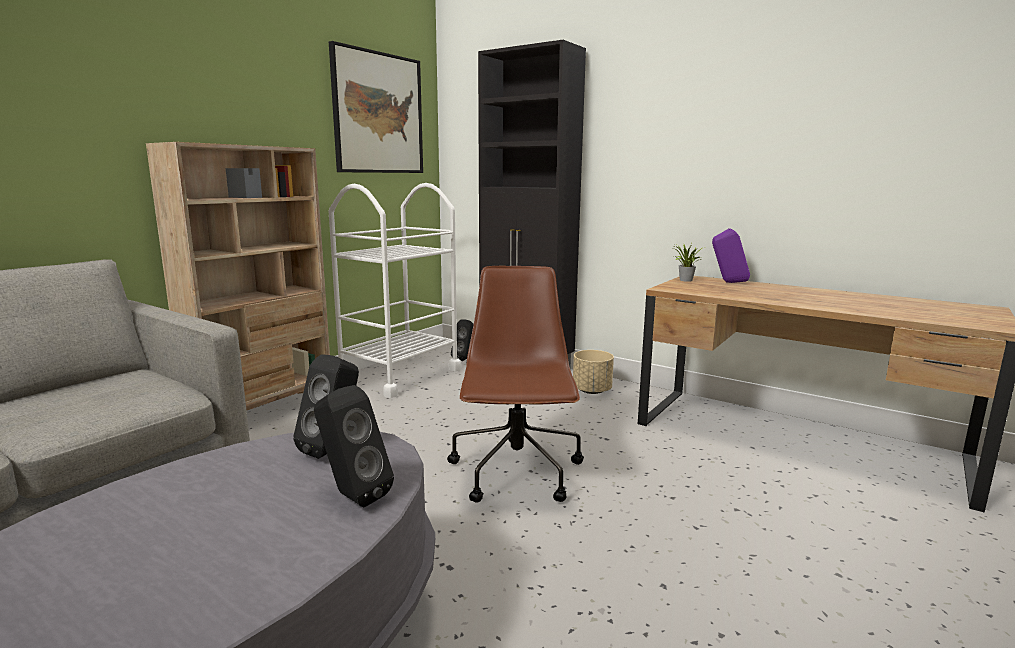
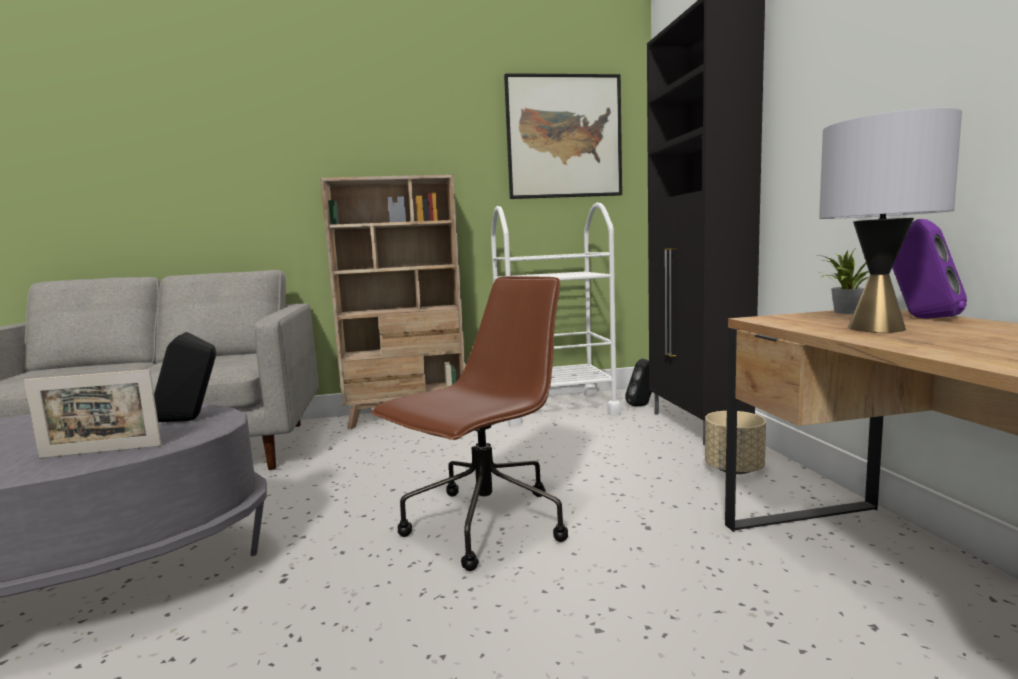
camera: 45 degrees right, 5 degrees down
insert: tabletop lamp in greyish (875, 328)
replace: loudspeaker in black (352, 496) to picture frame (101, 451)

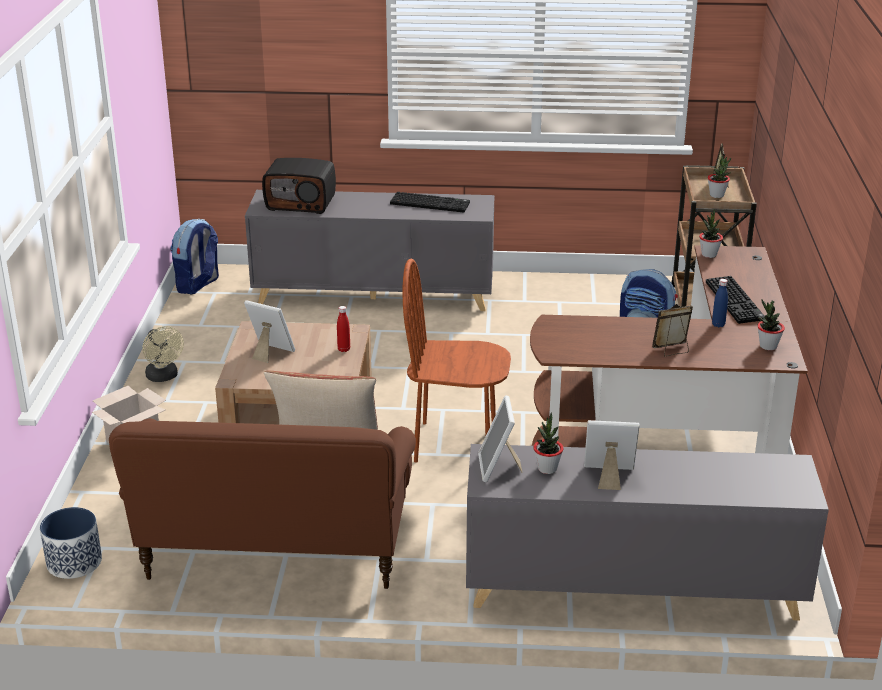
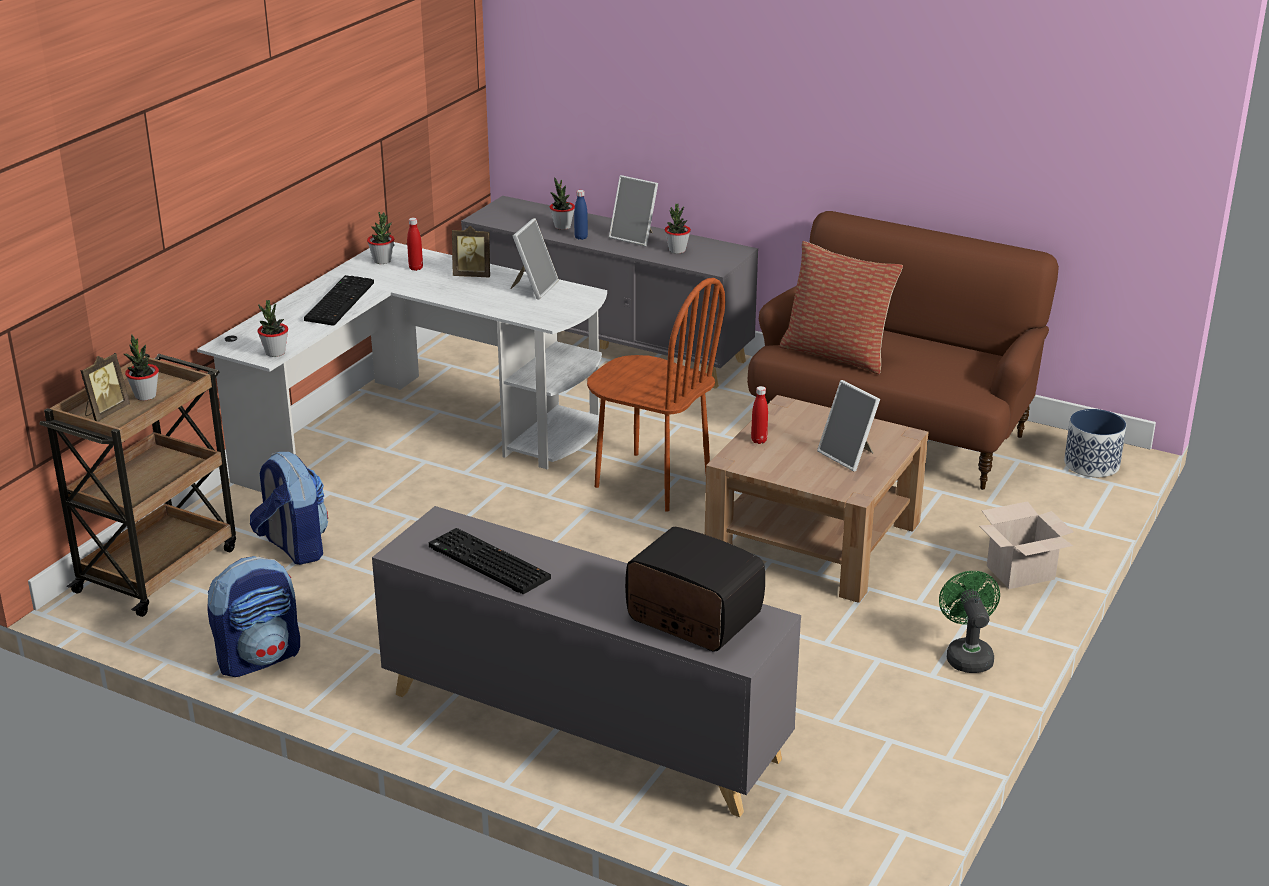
camera: 155 degrees left, 0 degrees up
insert: drink bottle in reddish (416, 268); potted plant (562, 226)
move: backpack (198, 285) to (259, 658); picture frame (499, 468) to (534, 288); drink bottle in blue (718, 324) to (581, 237)
recolor: fan in beige-coloured (164, 377) to fan in greenish (967, 655); desk unit in brown (681, 438) to desk unit in white (418, 432)

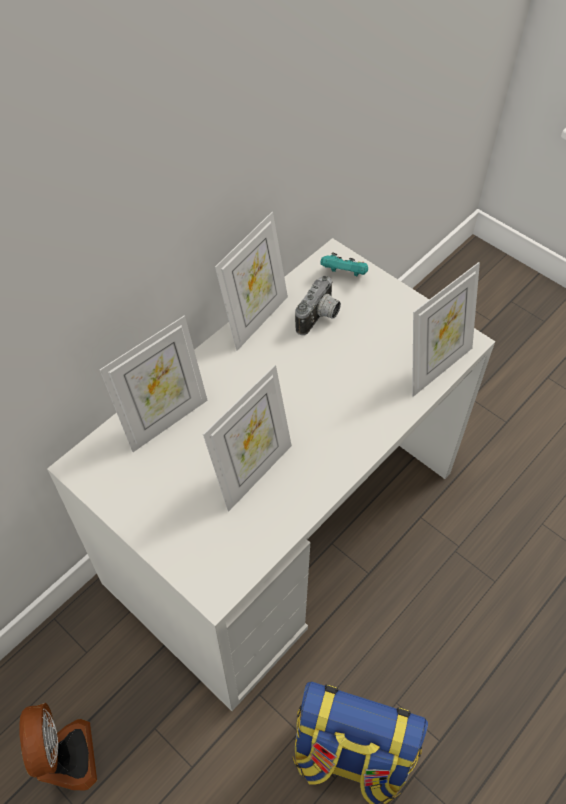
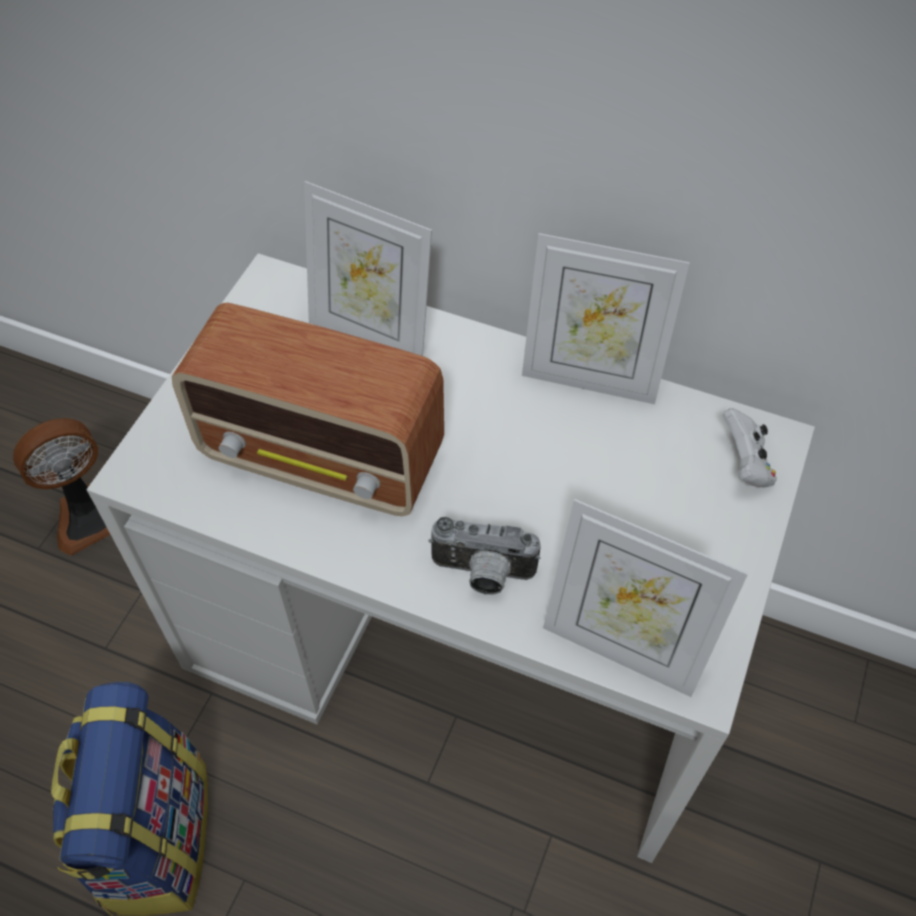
camera: 70 degrees right, 0 degrees up
move: still camera (320, 317) to (482, 574)
replace: picture frame (253, 472) to radio (324, 458)
recolor: joypad in turquoise (344, 274) to joypad in white (745, 464)

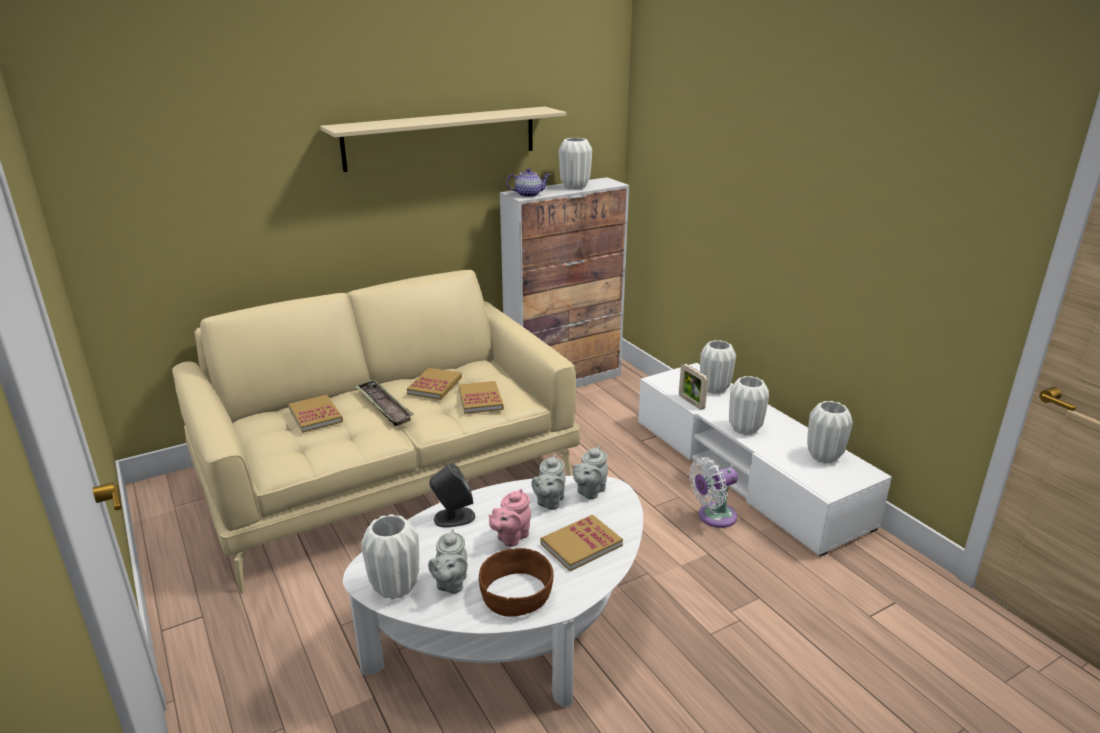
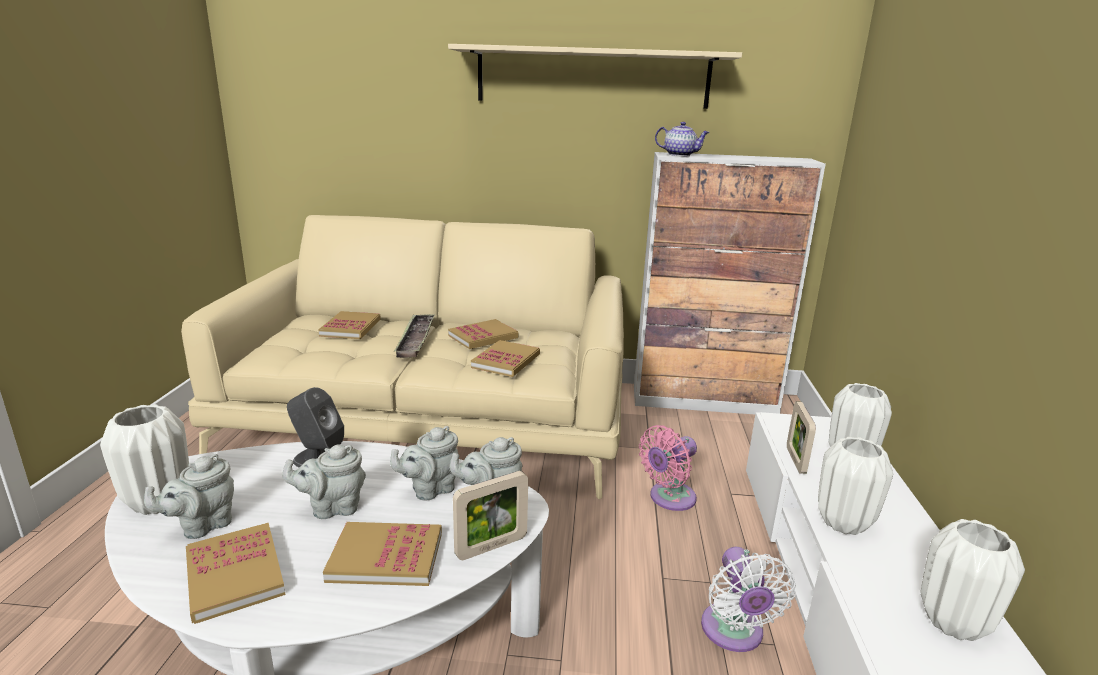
camera: 35 degrees right, 5 degrees down
delete: decorative vase in white (575, 187)
insert: picture frame (491, 547); fan in pinkish (669, 498)
replace: bowl in brown (516, 593) to bound book (234, 574)
recolor: tea pot in pinkish (511, 537) to tea pot in greyish (332, 508)
rotate: fan in white (713, 517) = (734, 633) 105 degrees counterclockwise

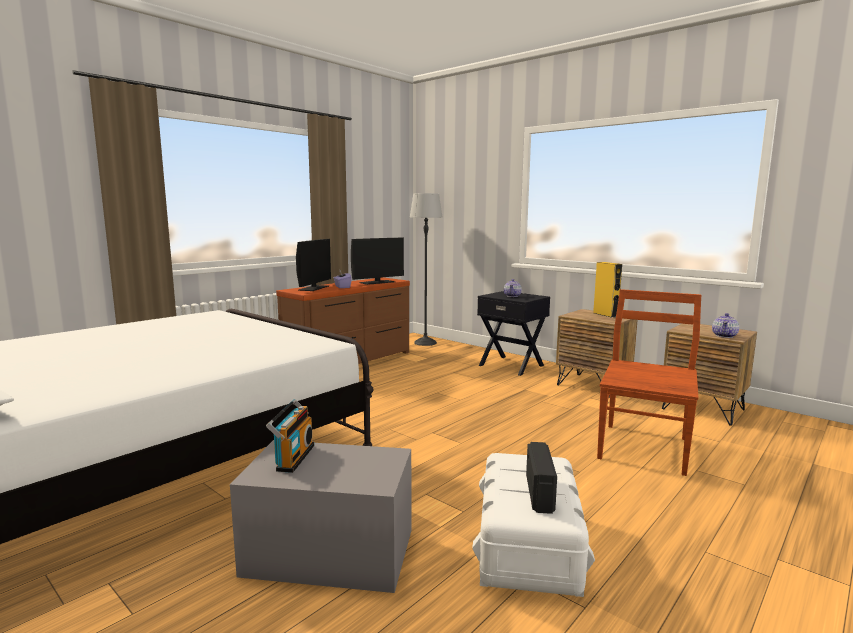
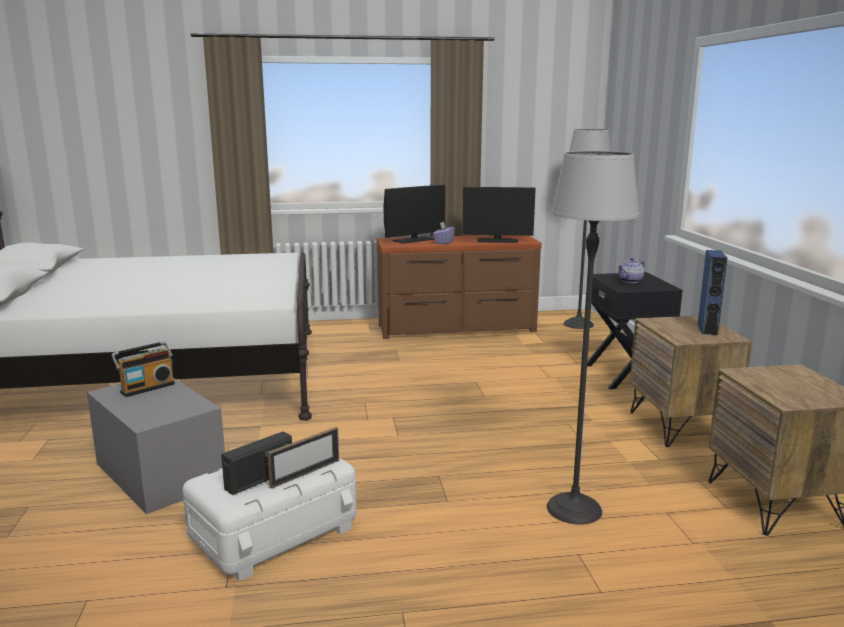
camera: 40 degrees right, 5 degrees up
delete: tea pot (724, 336)
insert: picture frame (305, 473)
replace: chair in brown (644, 447) to floor lamp (574, 509)
recolor: loudspeaker in yellow (605, 314) to loudspeaker in blue (707, 329)

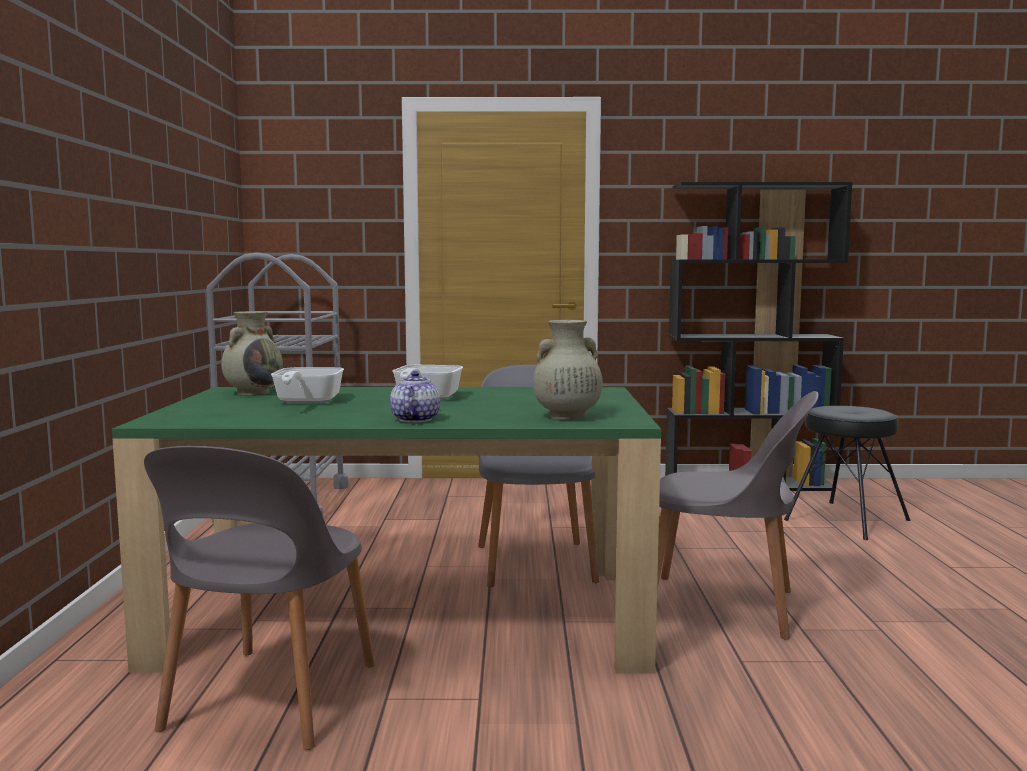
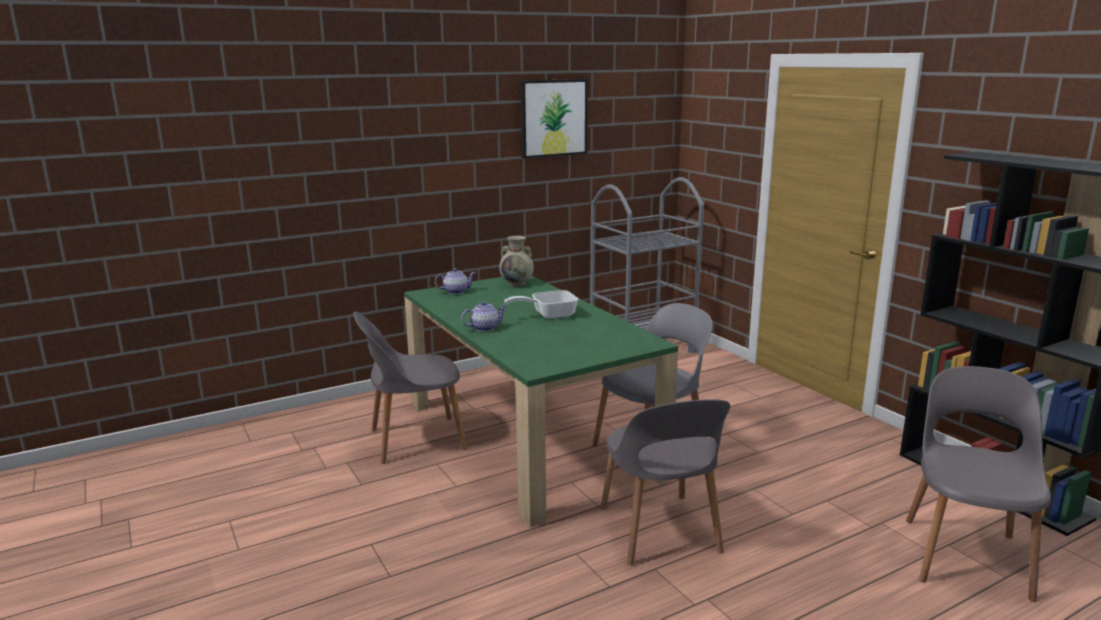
camera: 60 degrees right, 10 degrees up
delete: skillet (305, 402); decorative vase in beige-coloured (566, 417)
insert: tea pot (455, 291); wall art (553, 118)
replace: stool seat in black (845, 519) to chair in greyish (966, 555)

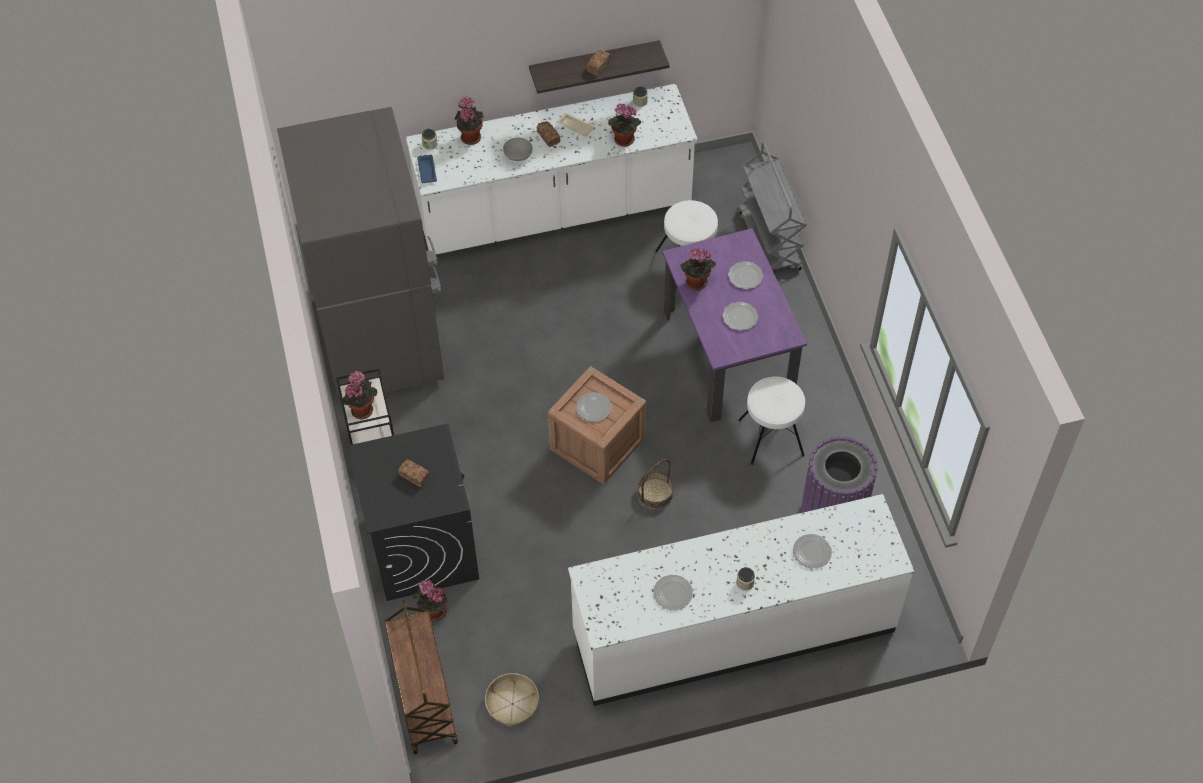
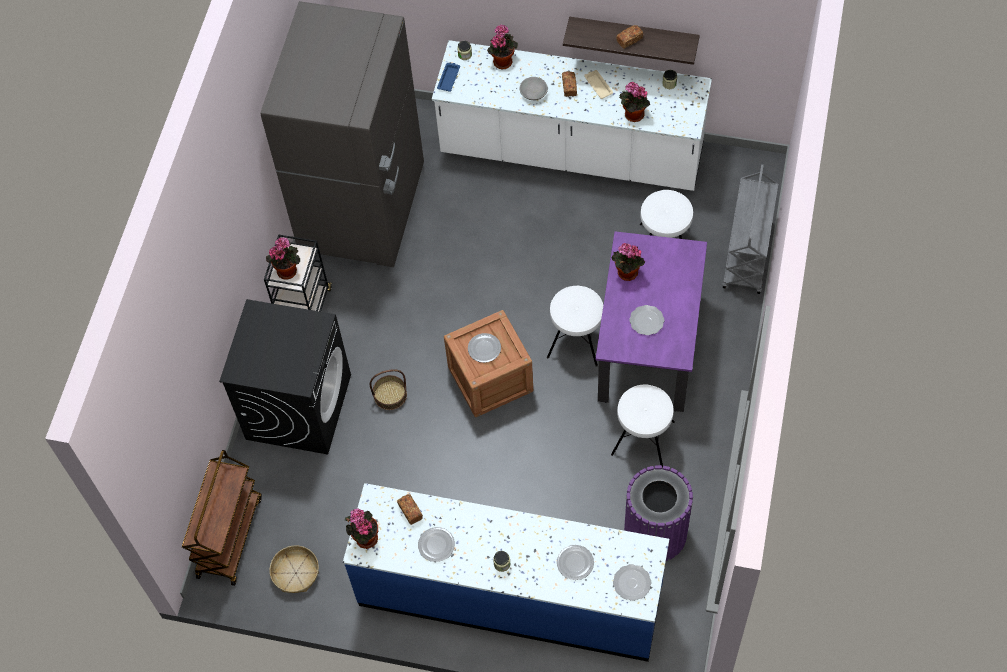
camera: 30 degrees right, 5 degrees up
insert: stool seat in white (576, 339)
move: baked bread (414, 476) to (410, 511); potted plant (433, 611) to (365, 537); household basket (655, 493) to (390, 395); flat dish (746, 276) to (632, 583)
recolor: kitchen counter in white (733, 631) to kitchen counter in blue (510, 595)

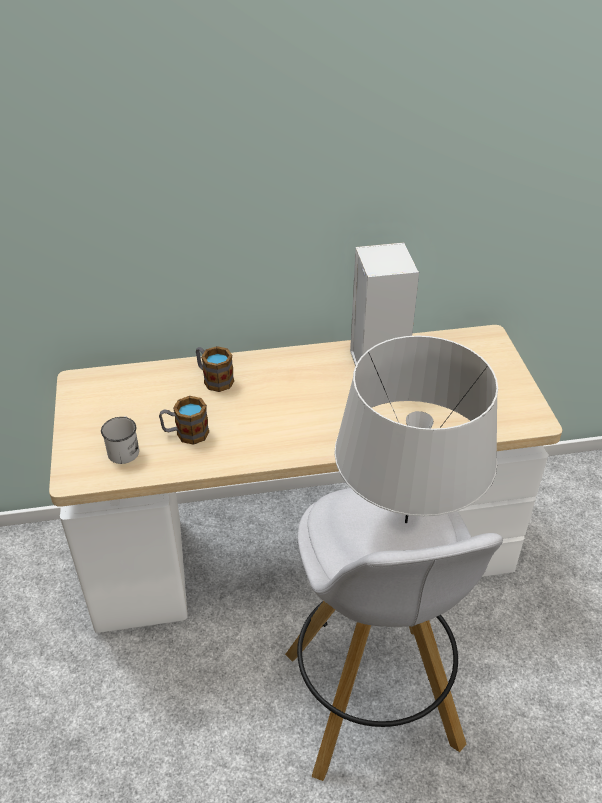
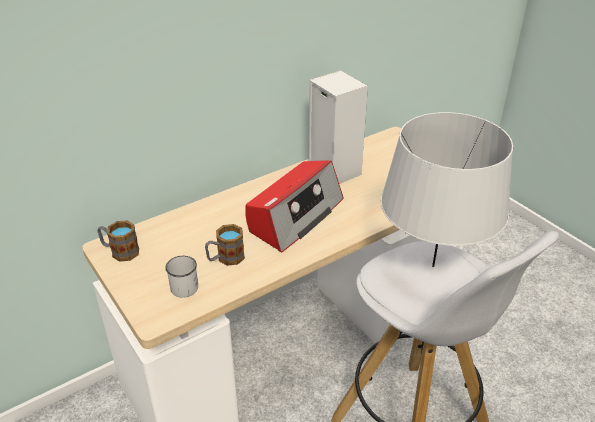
camera: 25 degrees left, 5 degrees down
insert: radio (294, 216)
move: mug (214, 379) to (120, 251)

